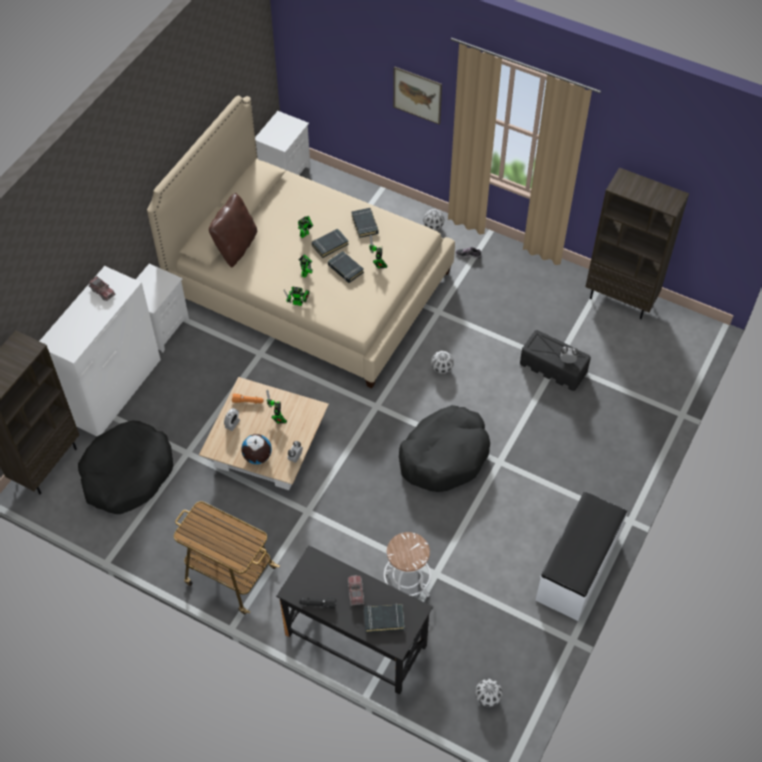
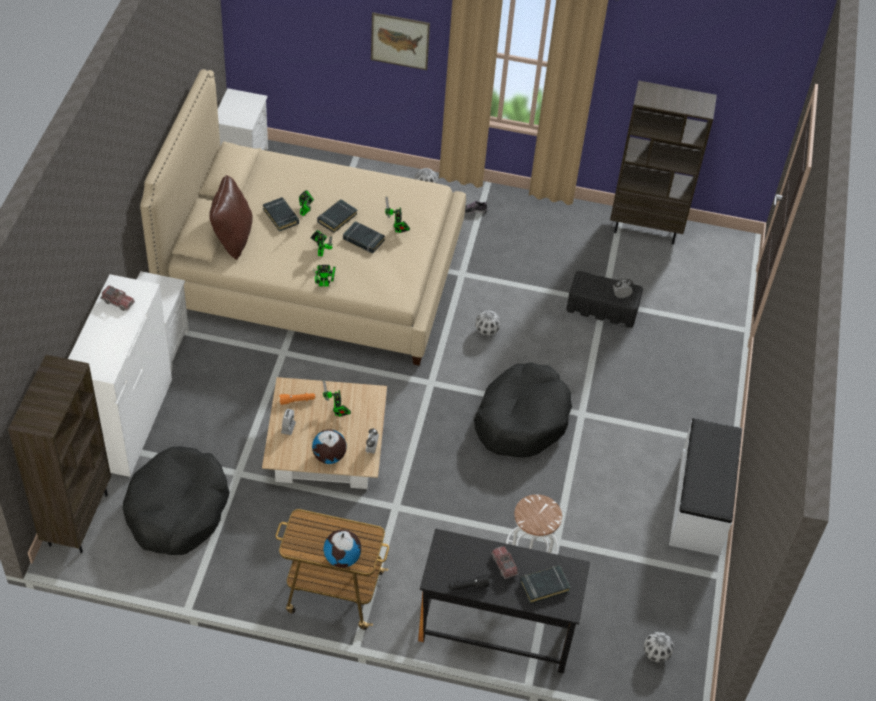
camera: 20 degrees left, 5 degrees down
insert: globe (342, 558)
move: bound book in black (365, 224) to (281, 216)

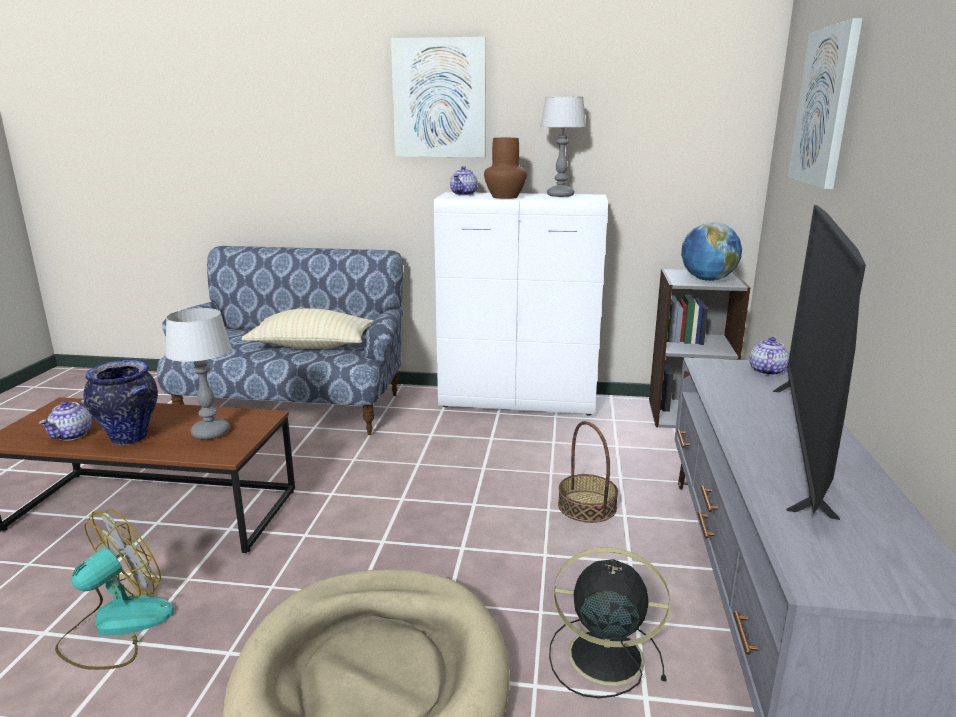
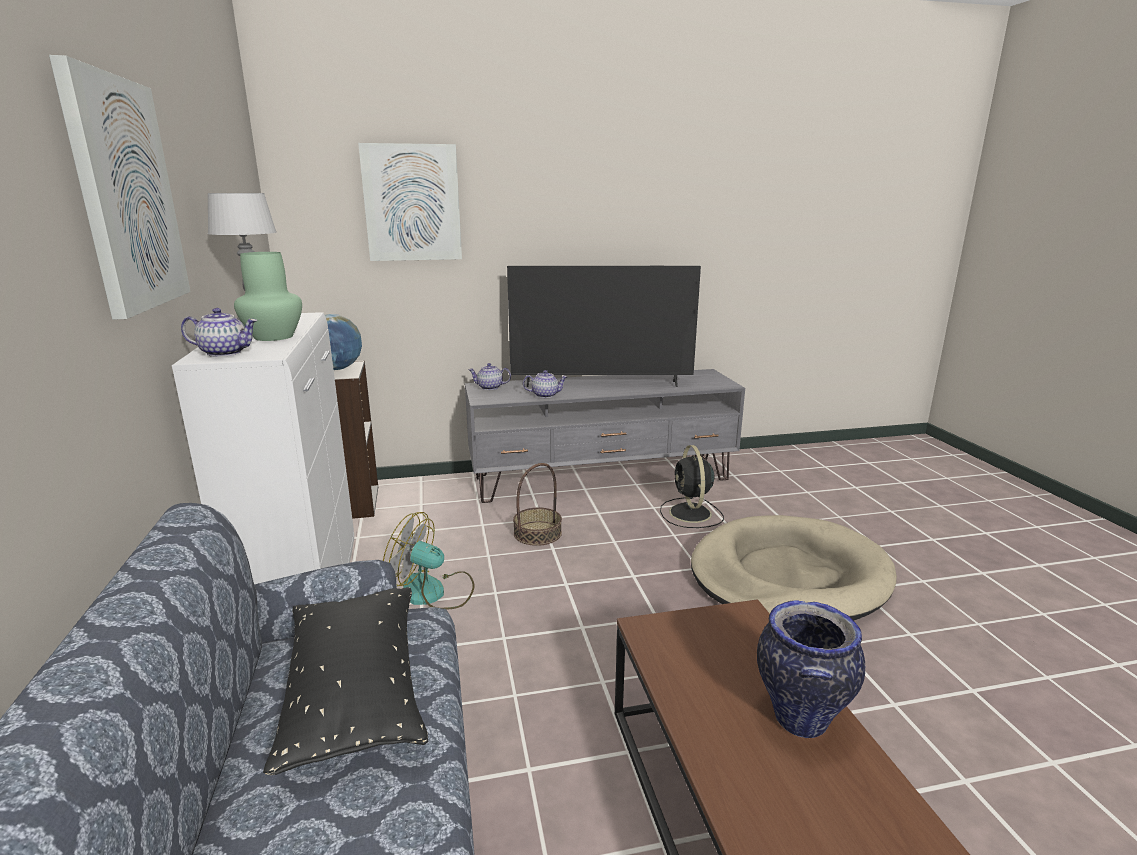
camera: 110 degrees left, 0 degrees up
delete: tabletop lamp (210, 433)
move: tea pot (72, 435) to (545, 395); fan (116, 627) to (433, 592)
recolor: cushion in beige-coloured (312, 346) to cushion in black (355, 693); decorative vase in brown (505, 197) to decorative vase in greenish (274, 337)

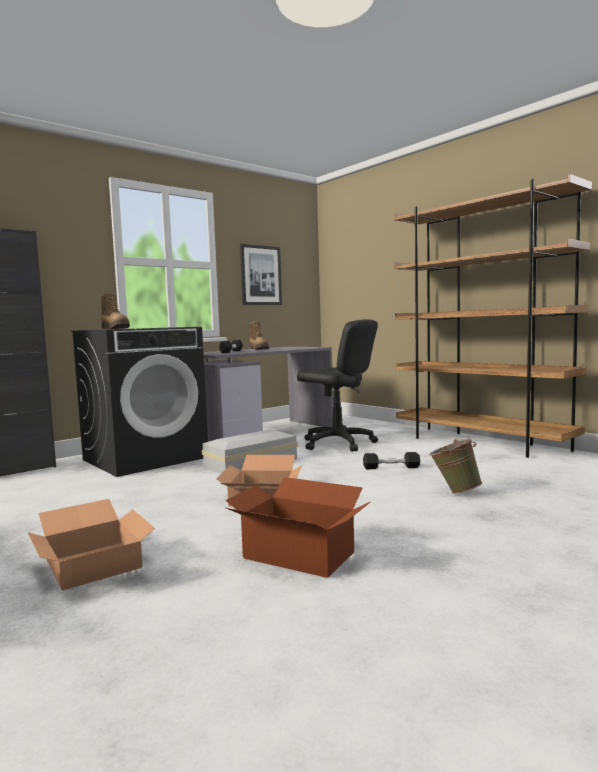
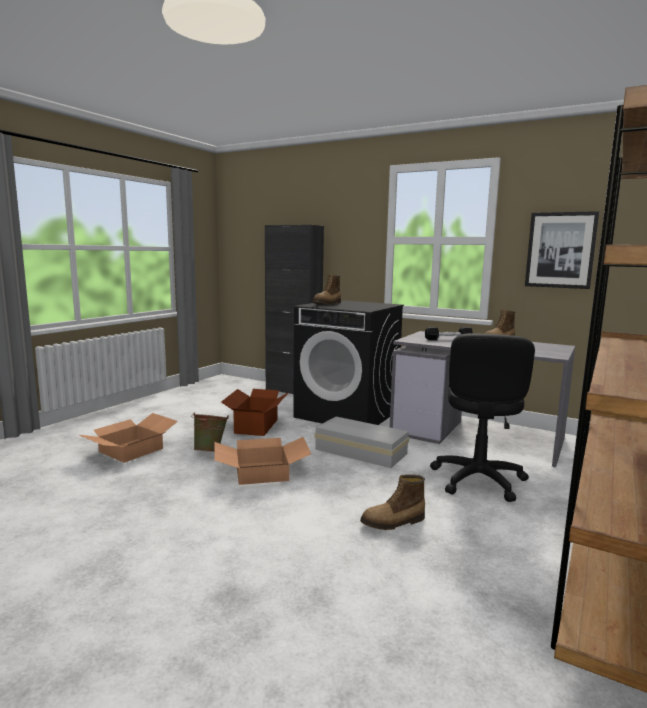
camera: 70 degrees right, 5 degrees up
move: cardboard box (299, 556) to (255, 426); bucket in greenish (454, 491) to (210, 451)
replace: dumbbell in black (391, 467) to tall boot (393, 522)

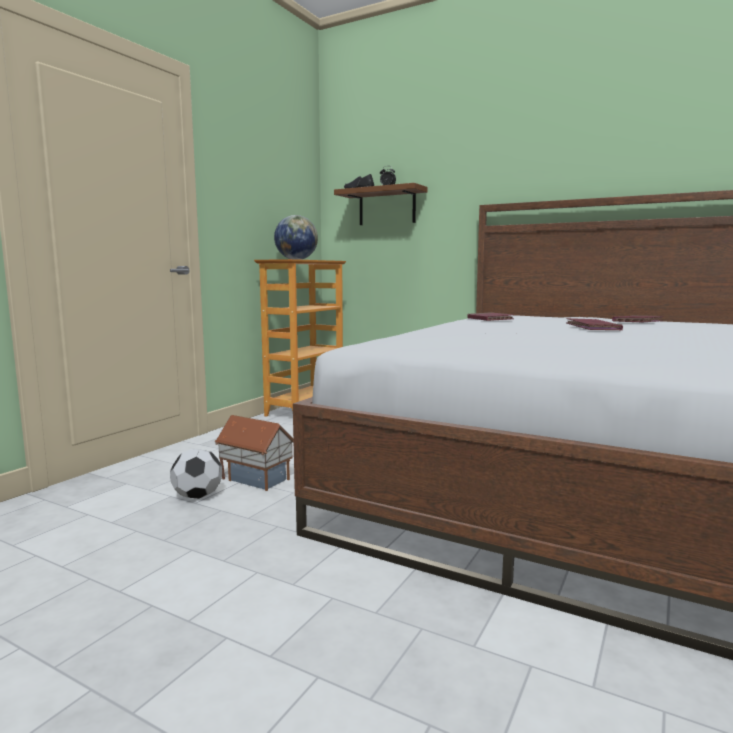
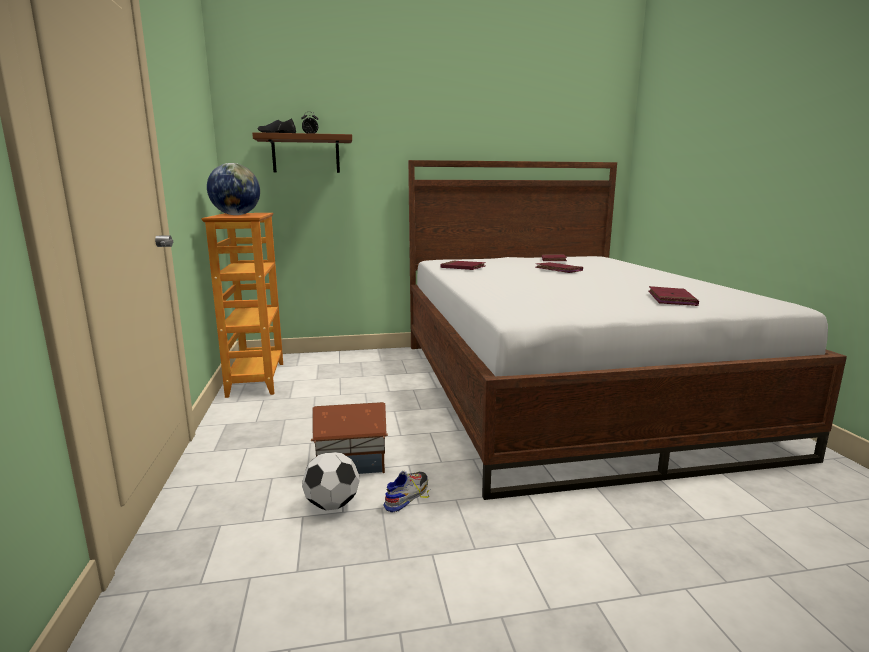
camera: 40 degrees left, 5 degrees up
insert: low shoe (407, 495); bound book in reddish (671, 299)

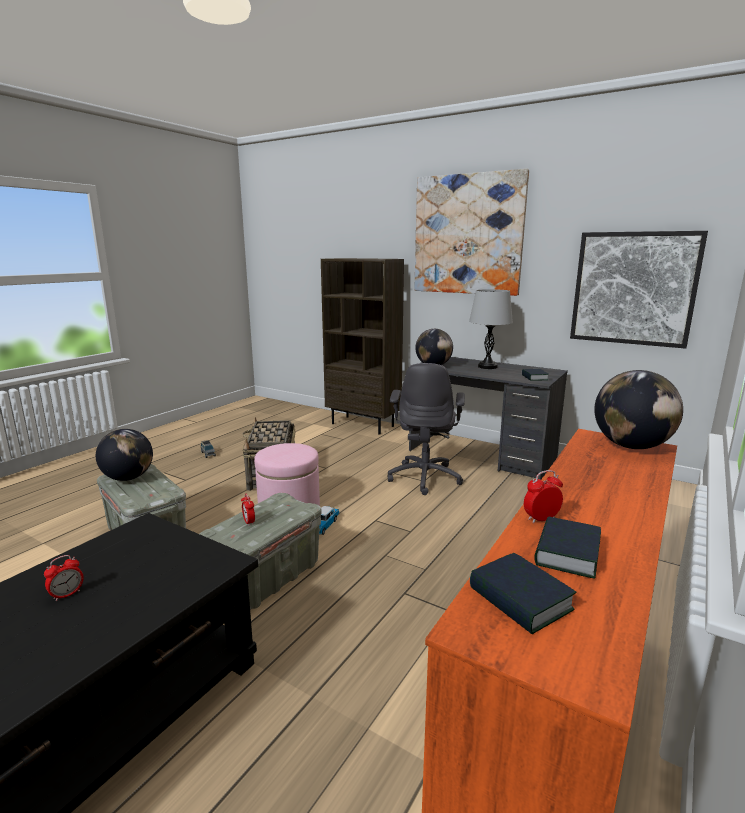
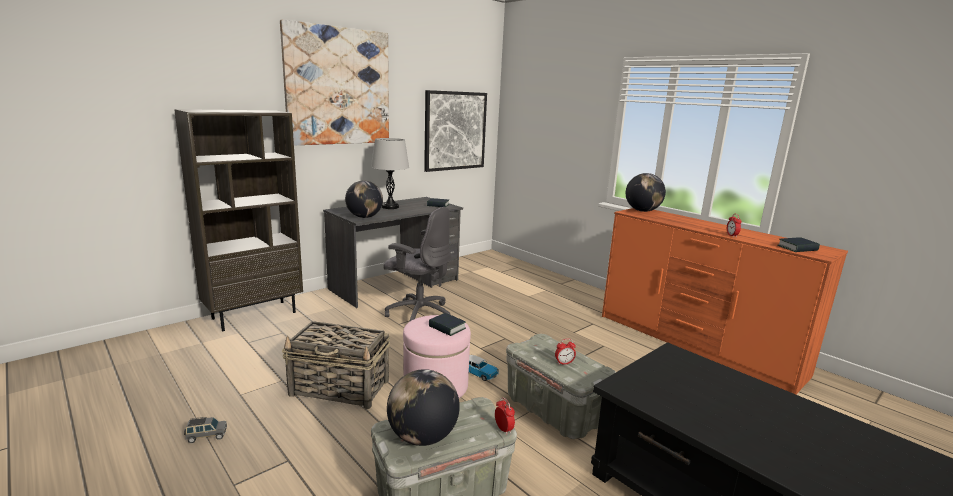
camera: 75 degrees left, 0 degrees up
move: bedside clock (67, 594) to (503, 429); bound book (567, 553) to (447, 328)

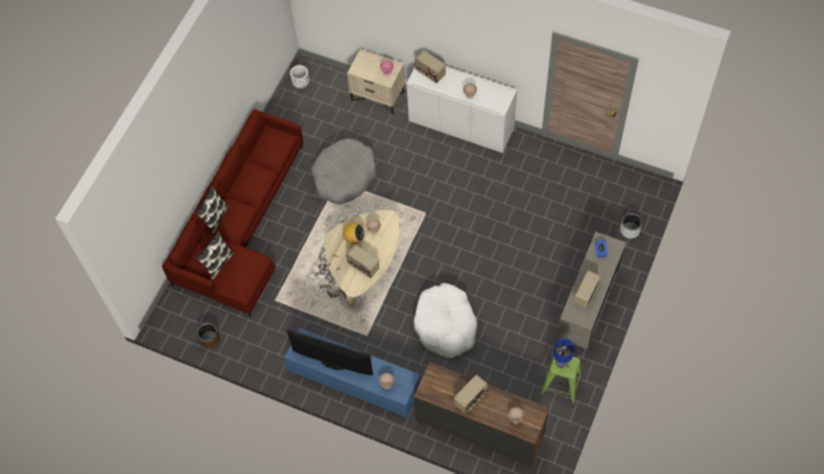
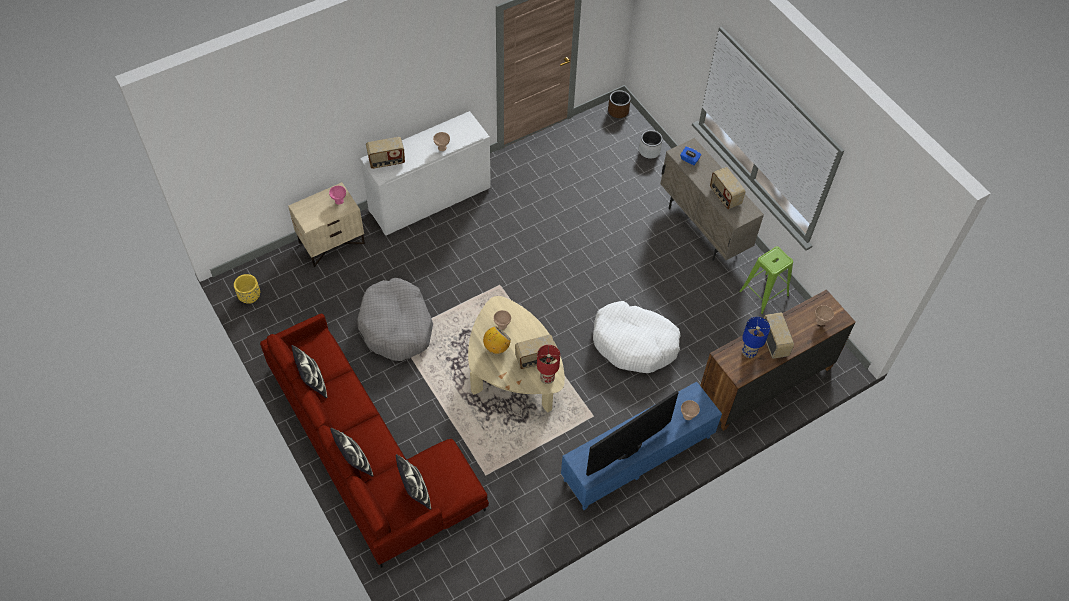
camera: 60 degrees left, 5 degrees down
insert: cushion (313, 382); tabletop lamp in reddish (547, 378)
move: planter in brown (209, 339) to (618, 111); tabletop lamp in blue (561, 363) to (748, 353)
recolor: planter in white (301, 83) to planter in yellow (249, 297)

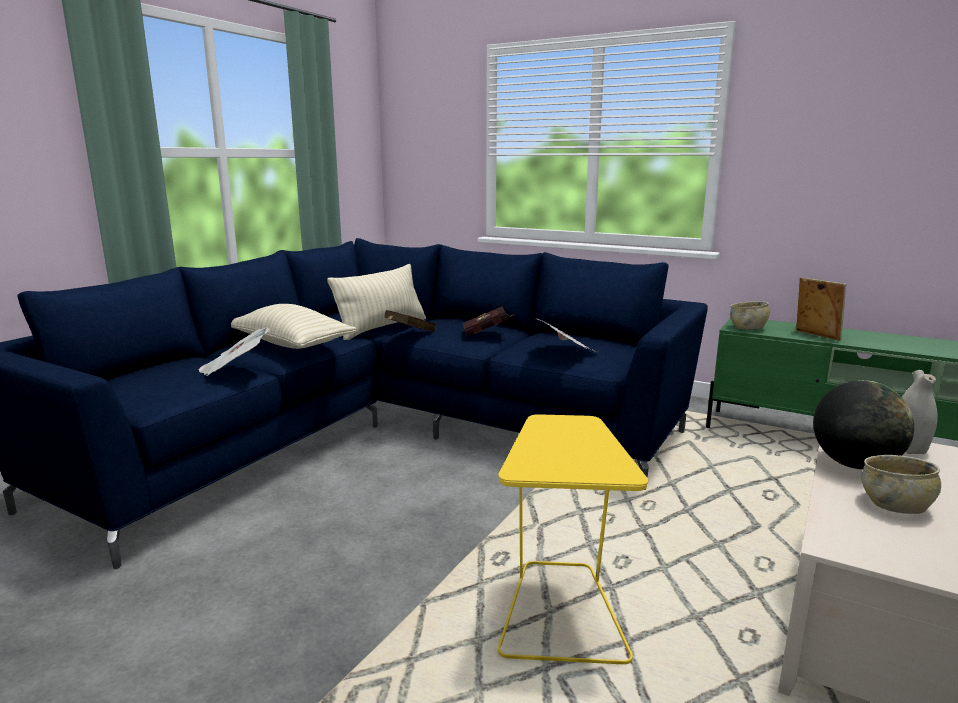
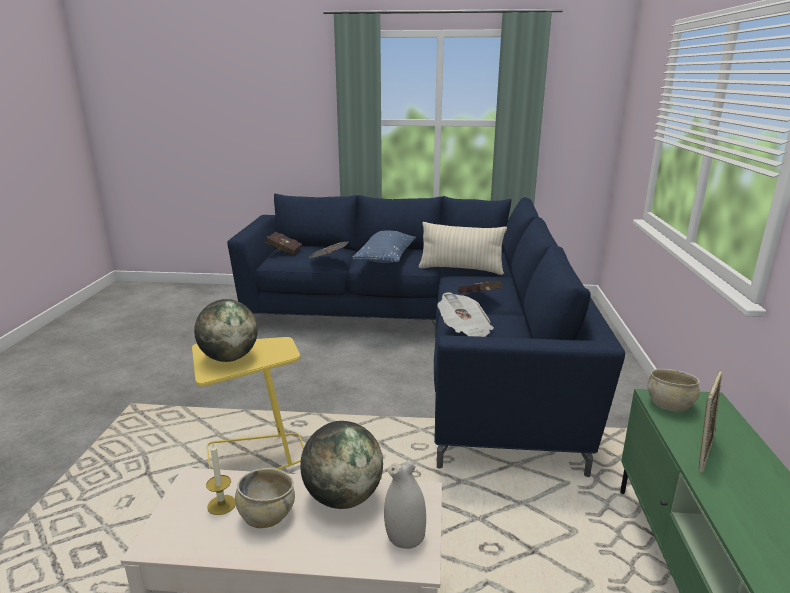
camera: 65 degrees right, 5 degrees up
insert: globe (229, 358); candle (221, 505)
move: bound book in reddish (408, 334) to (283, 251)
recolor: cushion in beige-coloured (291, 344) to cushion in blue (386, 258)

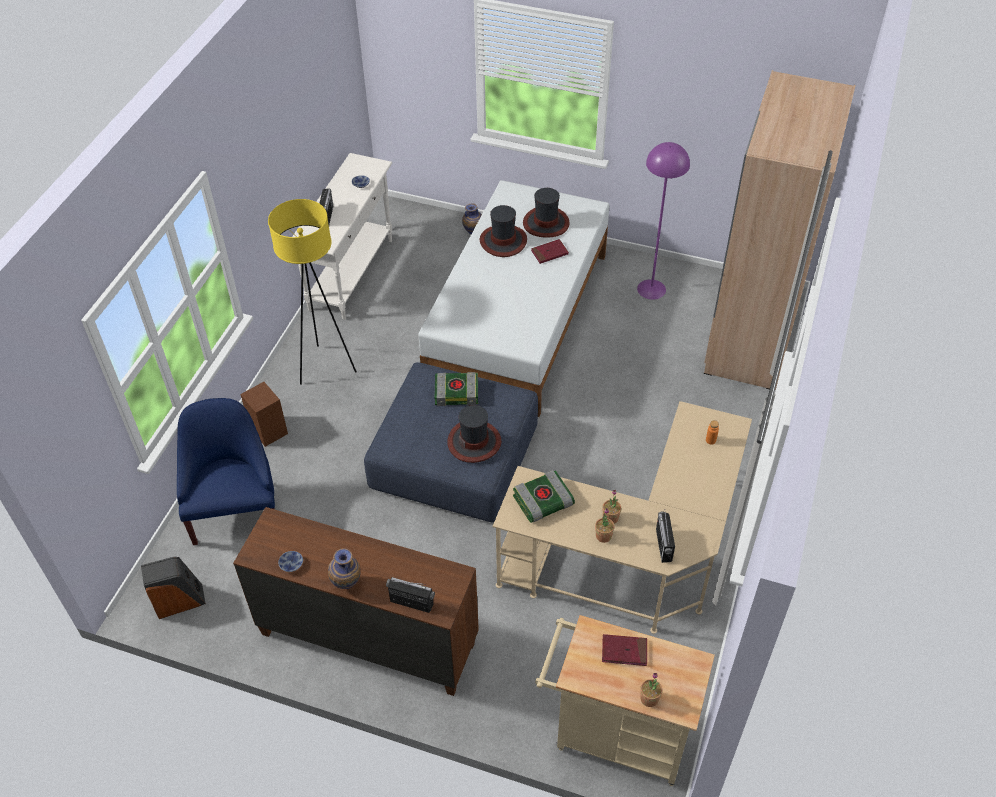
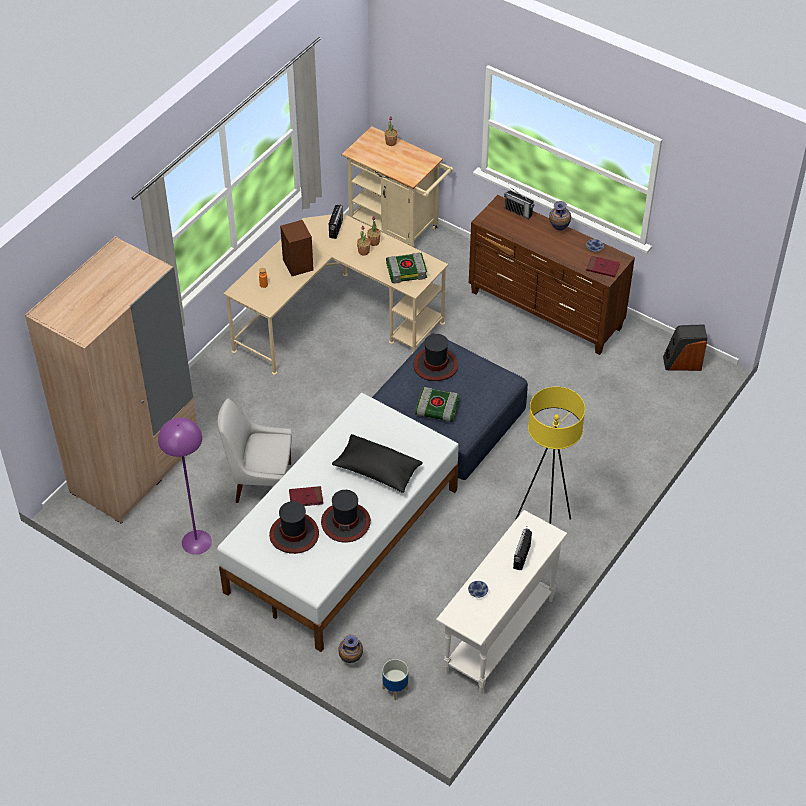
camera: 165 degrees left, 0 degrees up
delete: easy chair in blue (235, 510)
insert: chair in white (260, 482); cushion in black (377, 470); planter (395, 688)
move: loudspeaker in brown (268, 430) to (298, 265); bound book in reddish (624, 651) to (602, 268)

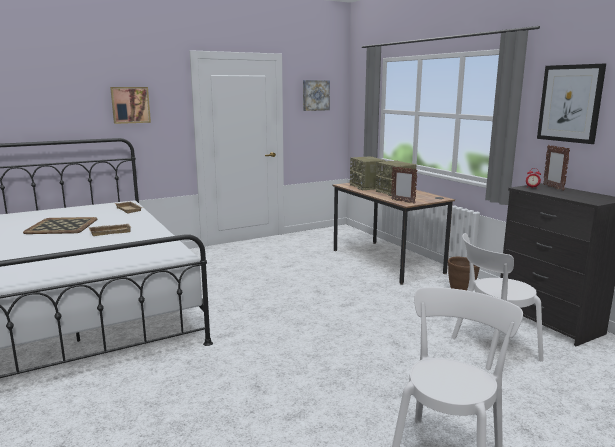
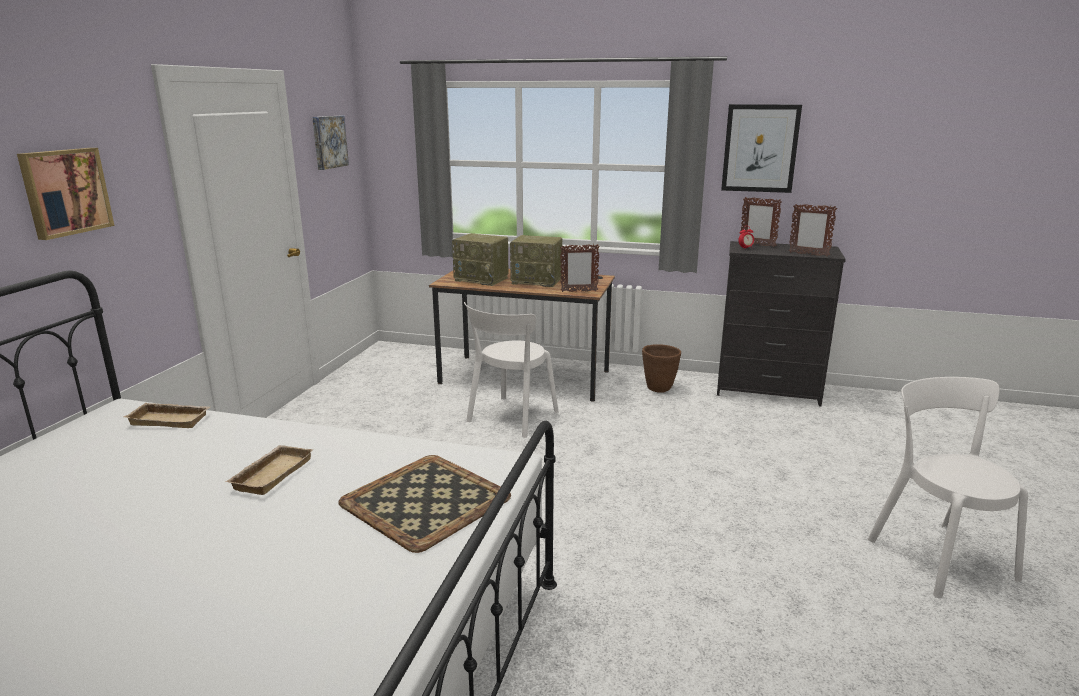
camera: 45 degrees left, 5 degrees up
insert: picture frame (808, 254)
move: tray (61, 226) to (425, 502); chair in white (491, 349) to (510, 418)

